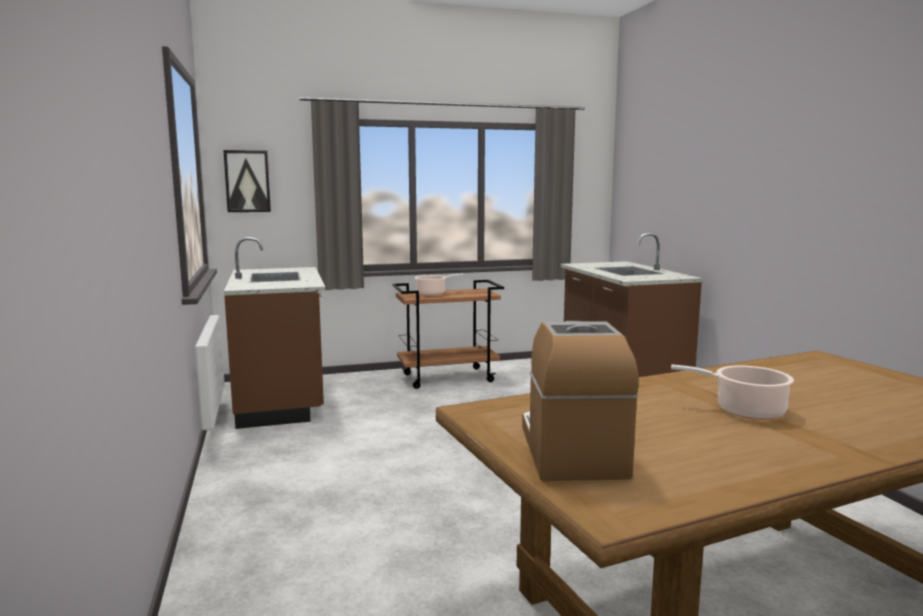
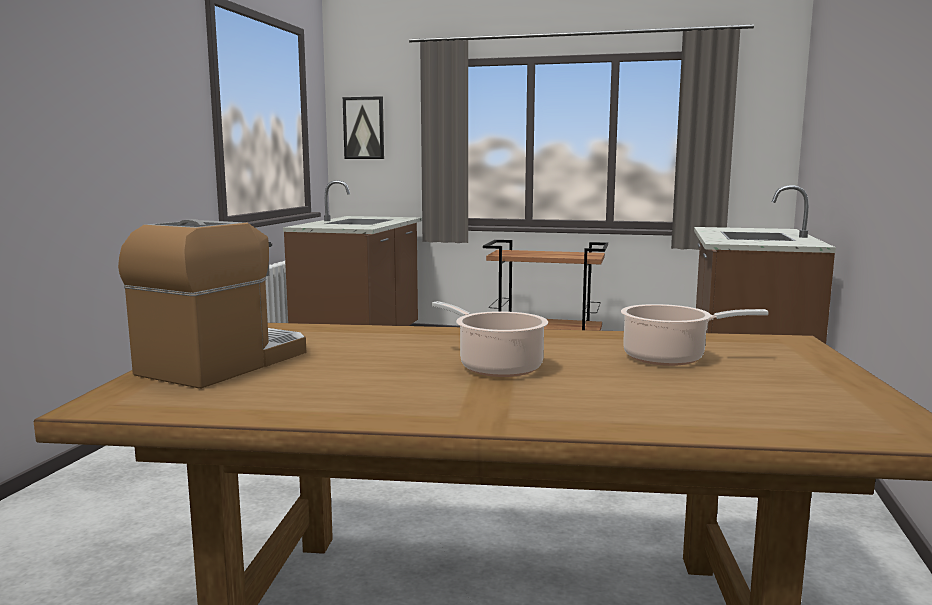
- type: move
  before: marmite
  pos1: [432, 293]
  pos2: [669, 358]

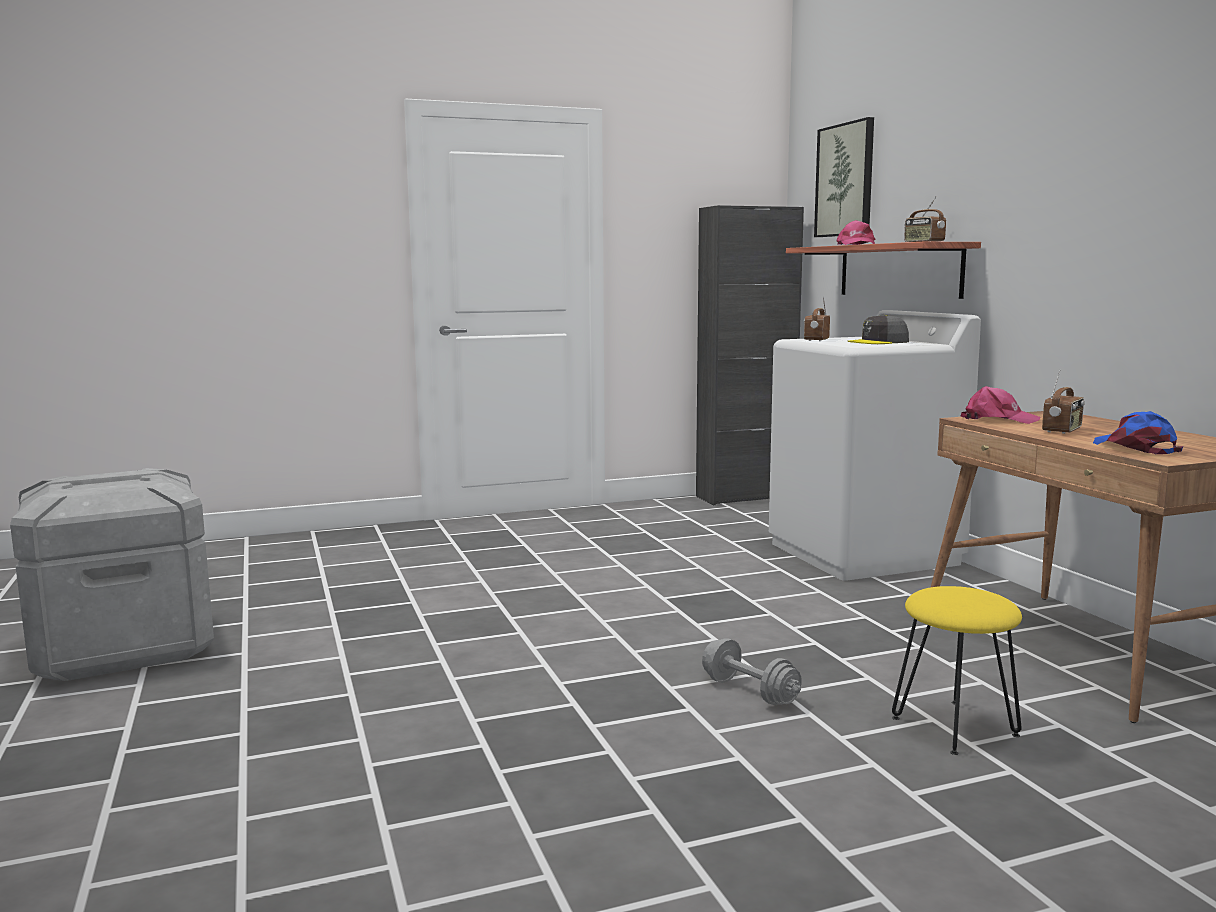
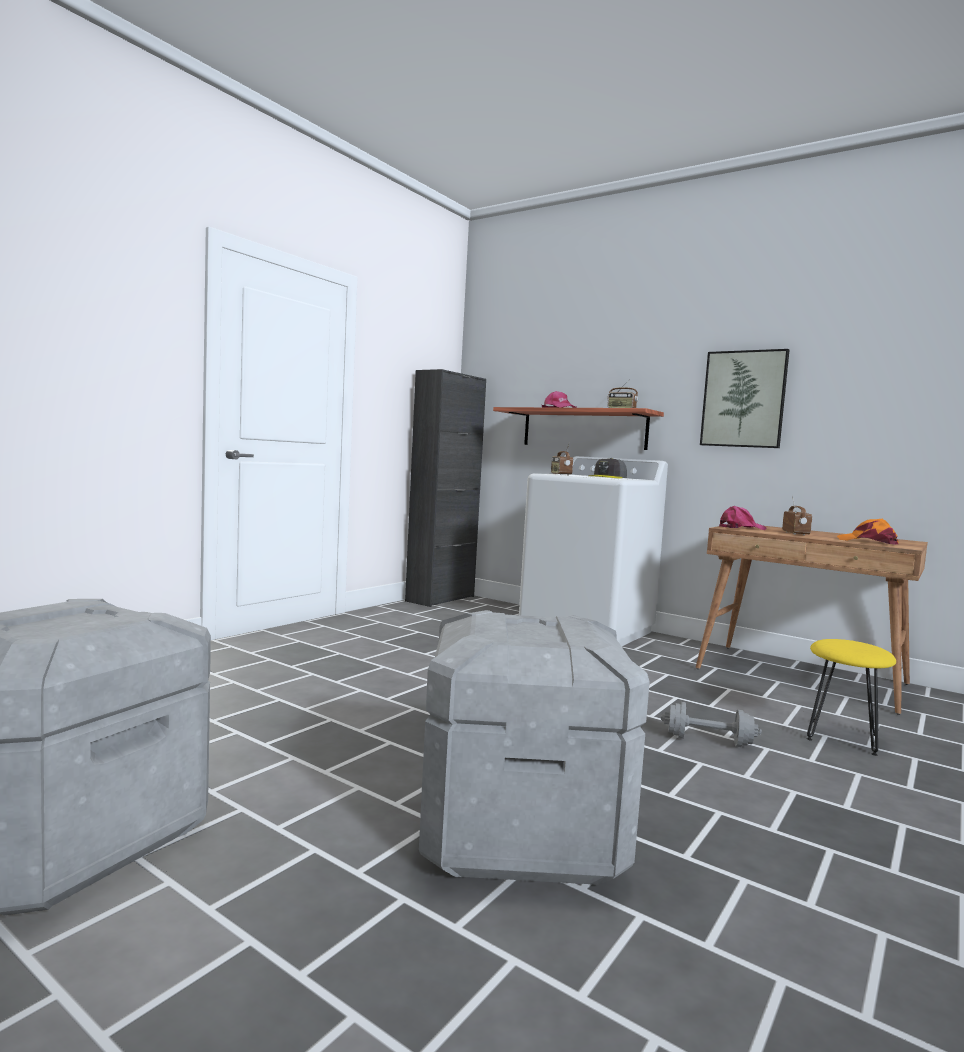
- type: move
  before: tableau
  pos1: [845, 180]
  pos2: [743, 399]
- type: recolor
  before: casquette/bleu
  after: casquette/orange
  pos1: [1135, 448]
  pos2: [868, 542]
- type: insert
  after: boîte de rangement/gris
  pos2: [519, 830]

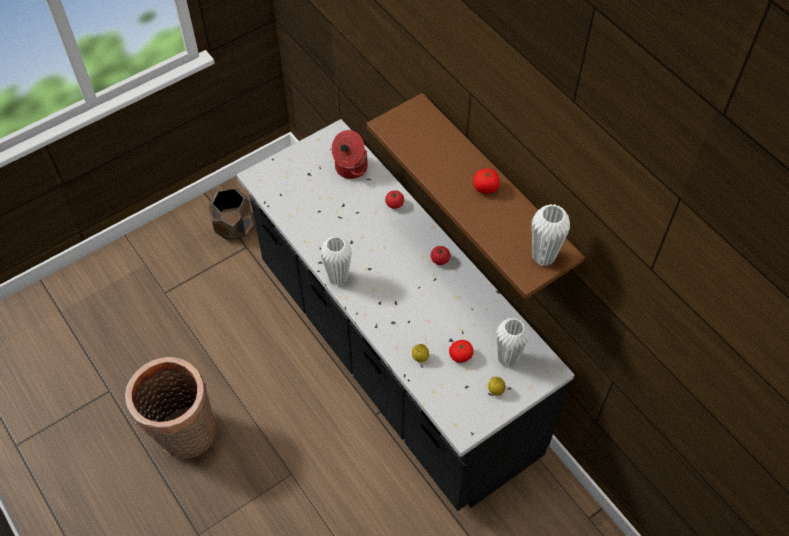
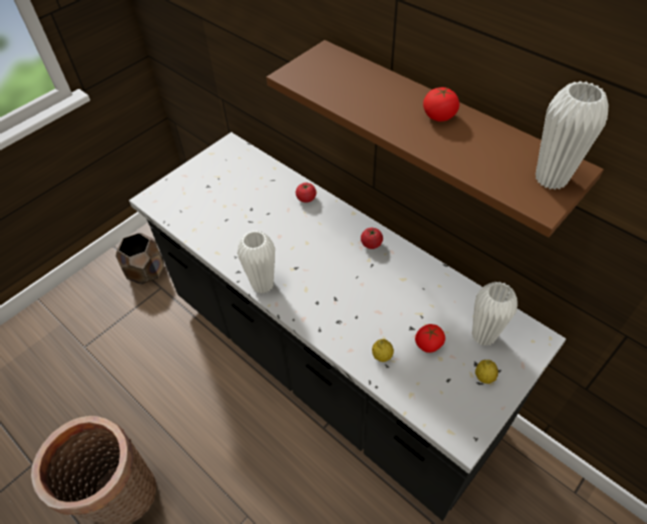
- type: delete
  before: marmite
  pos1: [350, 168]

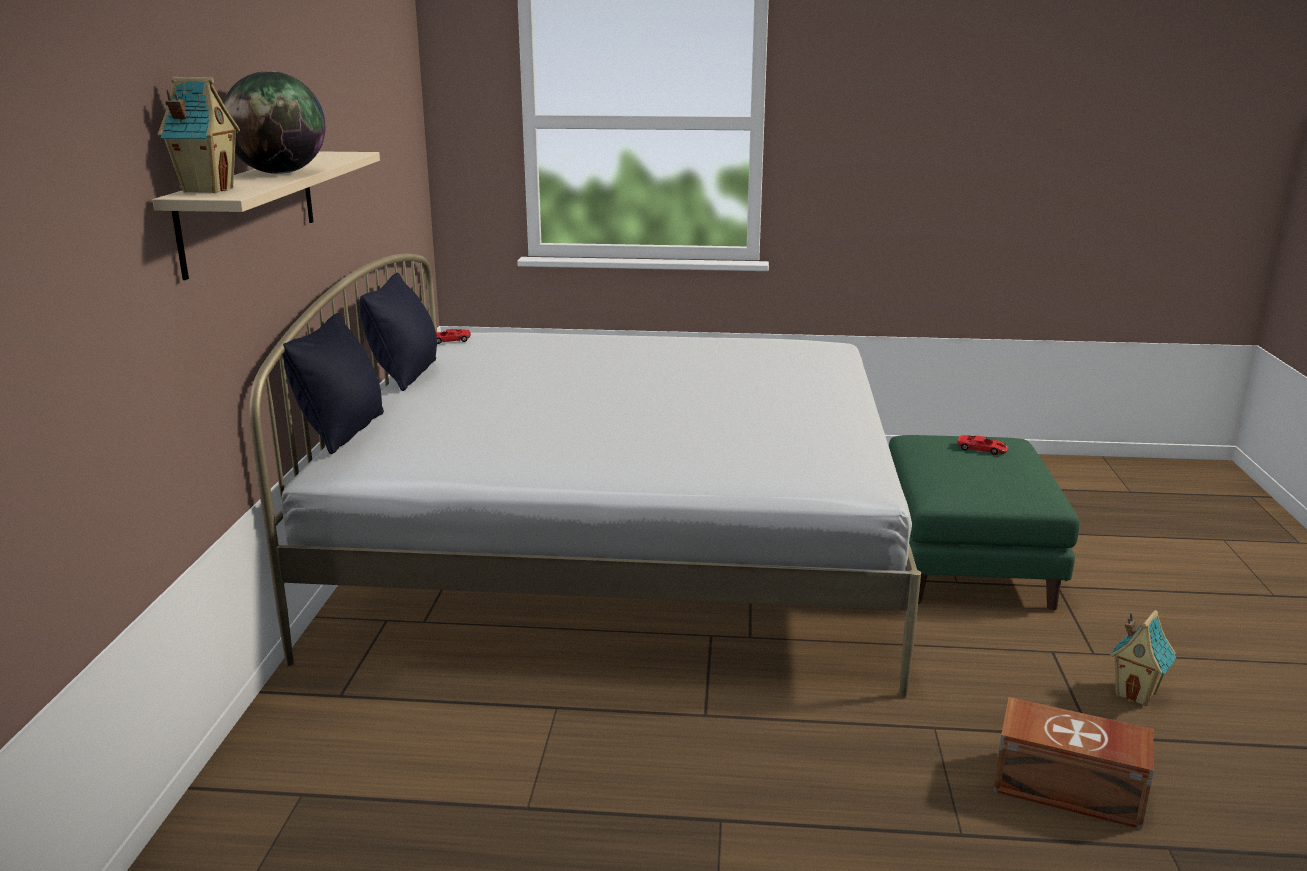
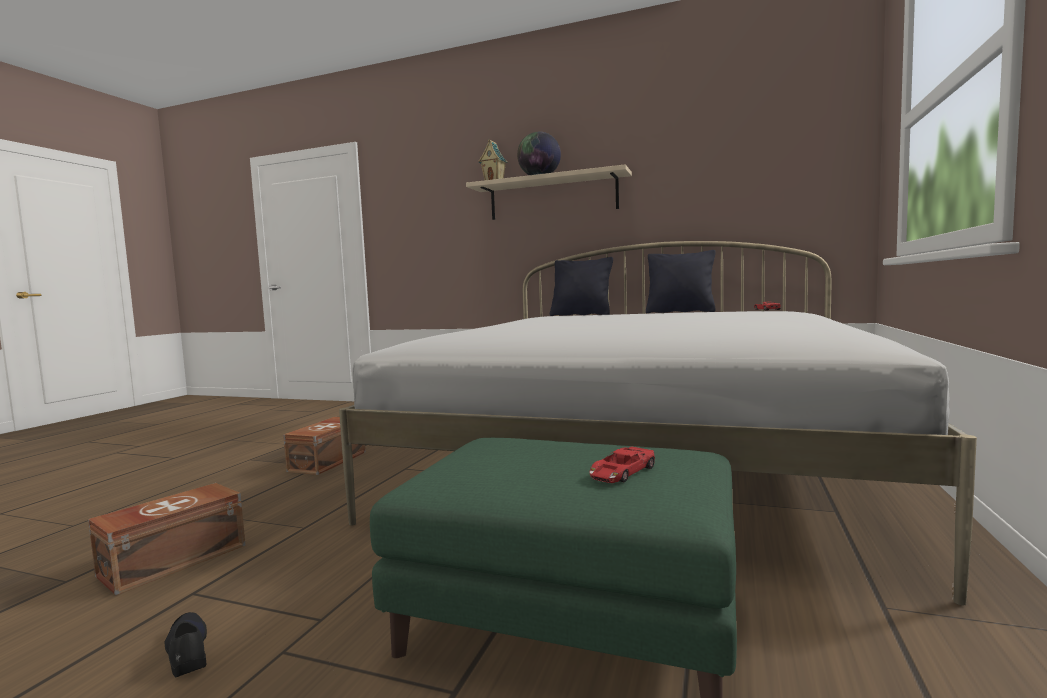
- type: replace
  before: maison miniature
  after: chaussure/noir
  pos1: [1136, 694]
  pos2: [187, 651]
- type: insert
  after: boîte de rangement/marron
  pos2: [329, 461]

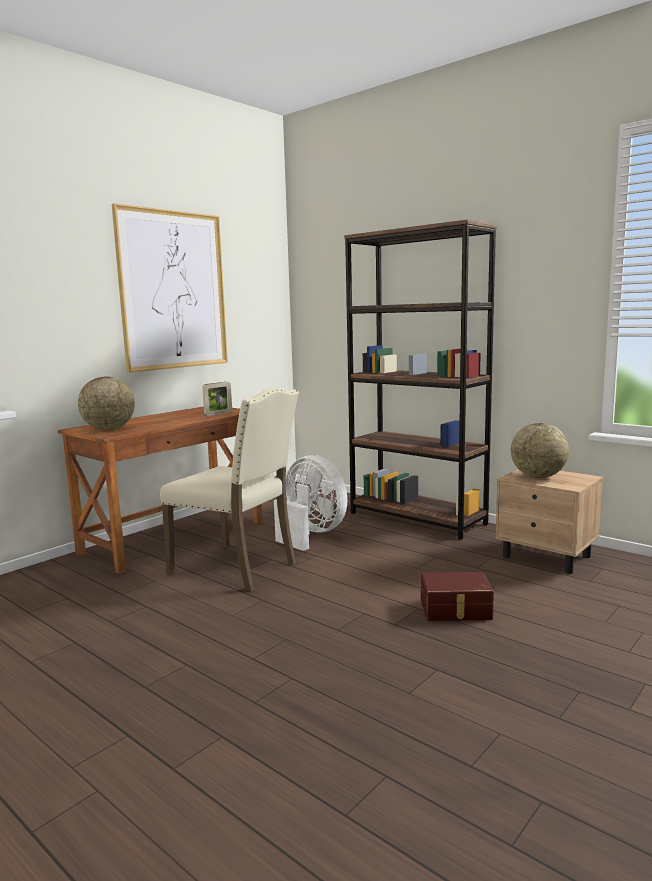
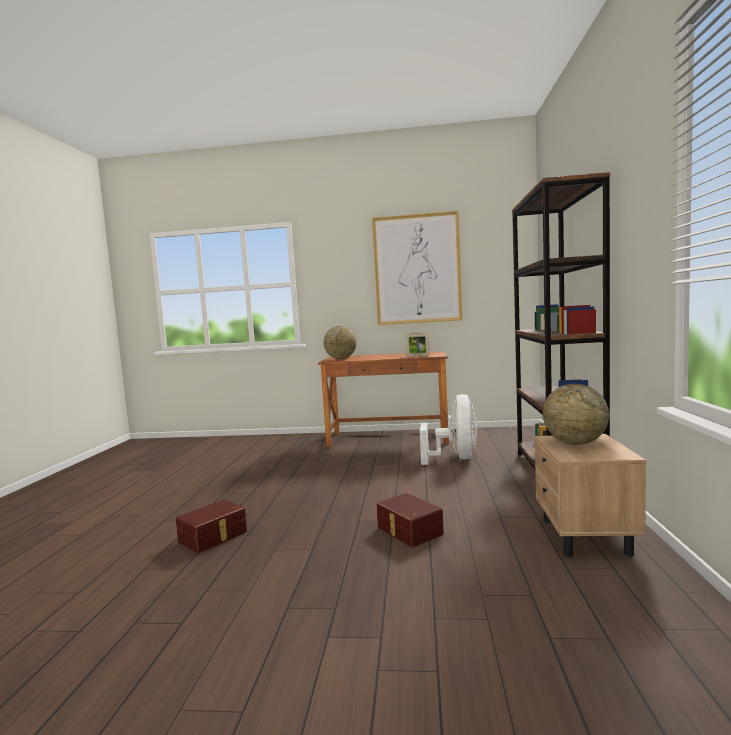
- type: delete
  before: chaise/beige
  pos1: [237, 568]
- type: insert
  after: boîte de rangement/marron
  pos2: [214, 537]

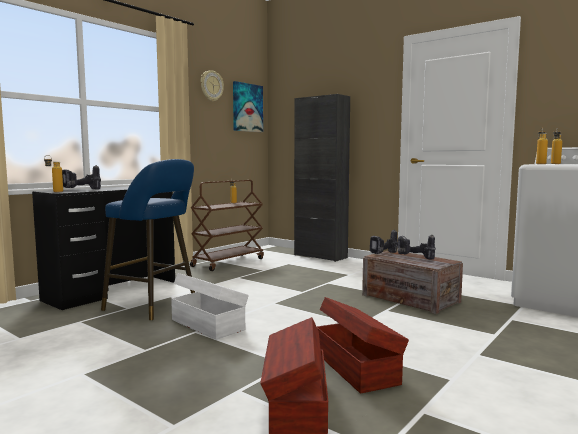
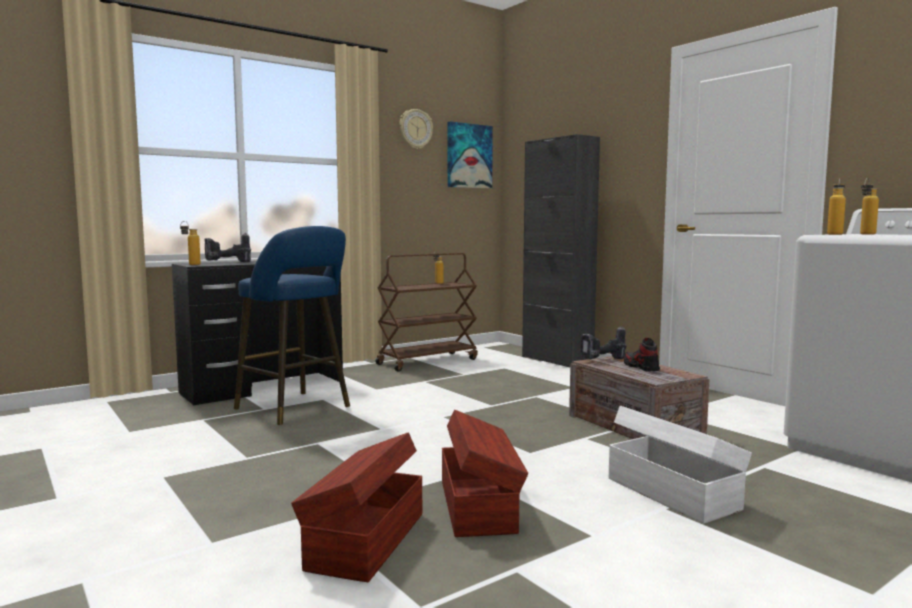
- type: replace
  before: perceuse
  after: chaussure
  pos1: [414, 257]
  pos2: [641, 367]
- type: move
  before: boîte de rangement/blanc
  pos1: [208, 324]
  pos2: [672, 493]

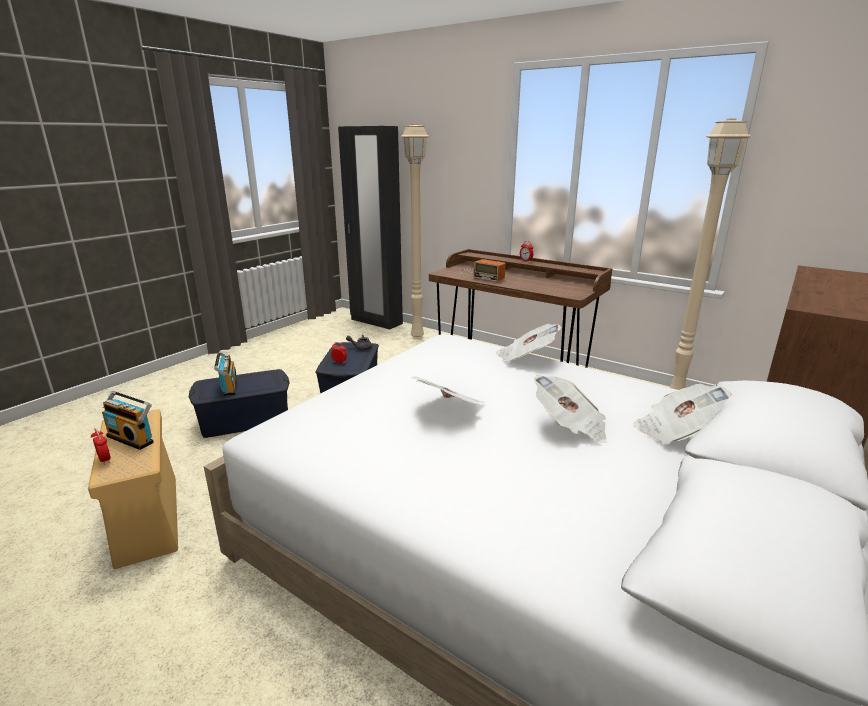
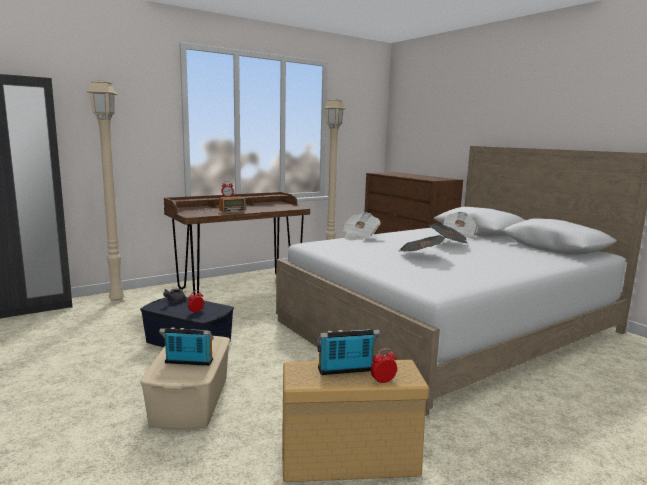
- type: recolor
  before: boîte de rangement/bleu
  after: boîte de rangement/beige
  pos1: [245, 419]
  pos2: [190, 400]
- type: rotate
  before: radio
  pos1: [132, 438]
  pos2: [346, 371]
  turn: -150

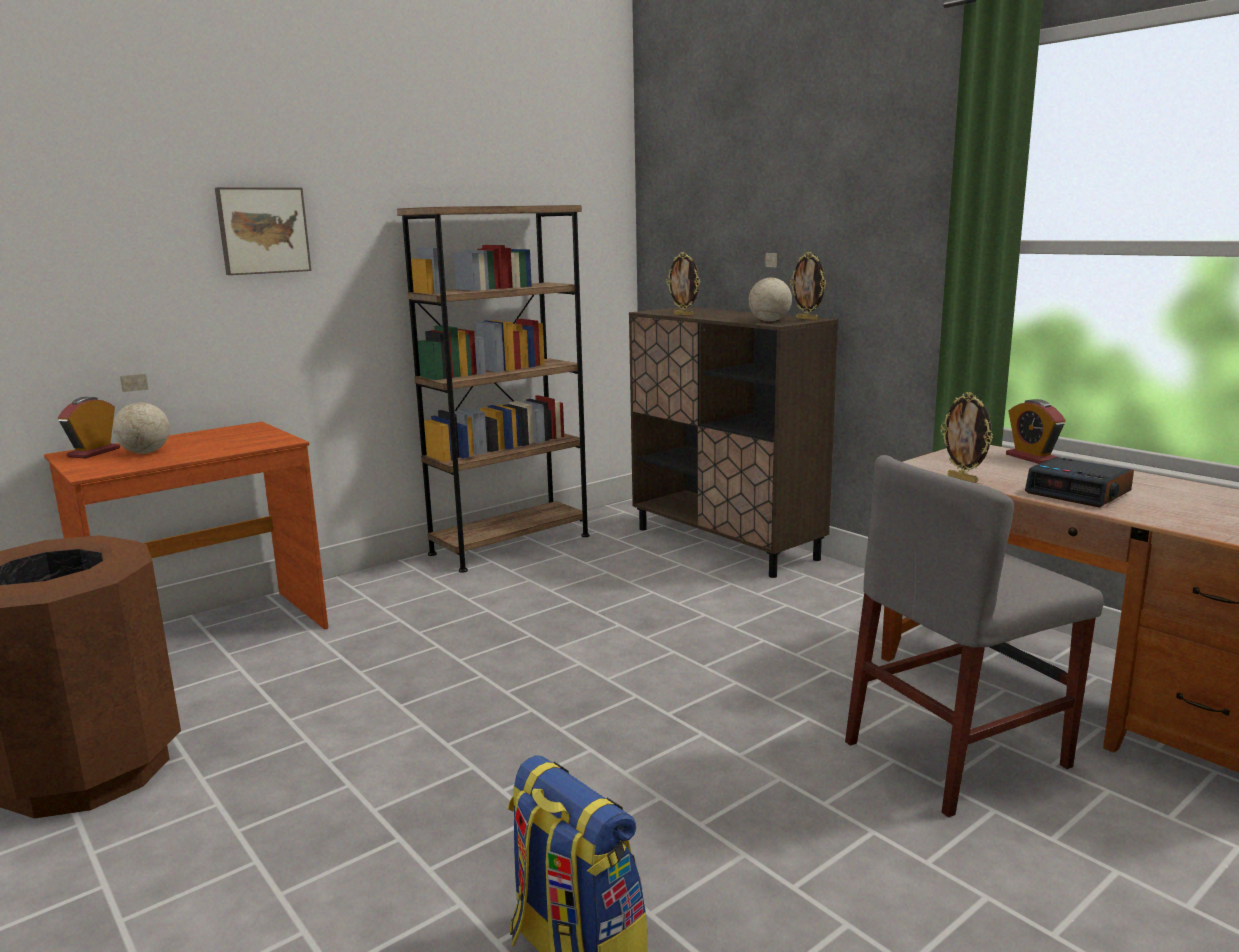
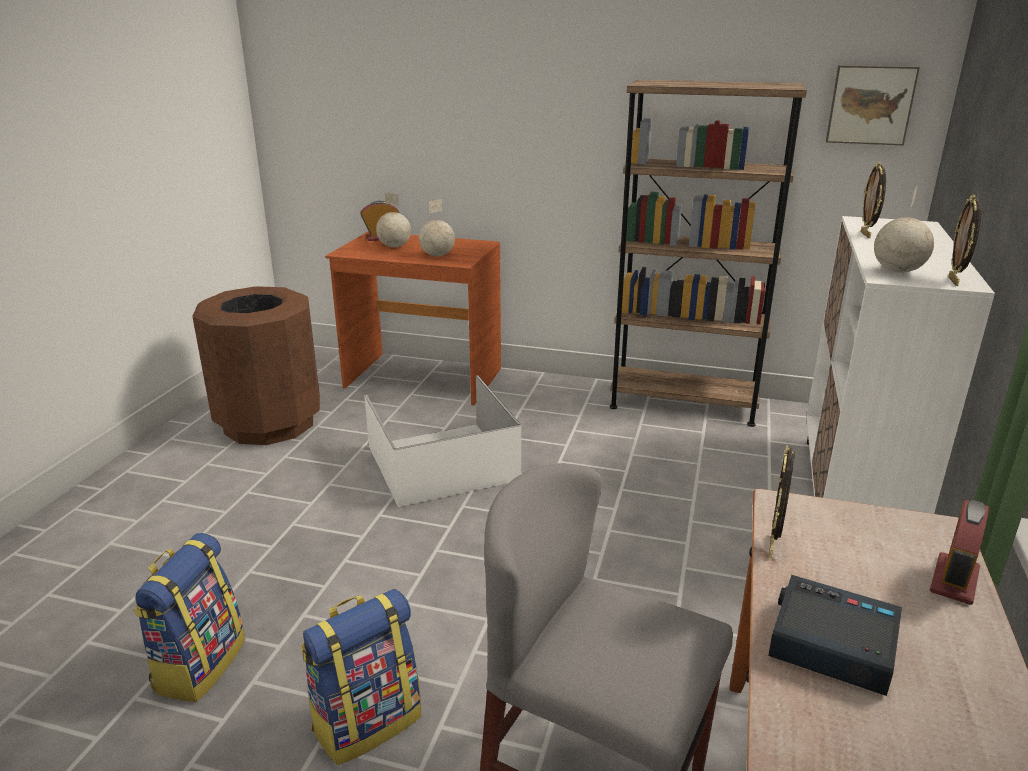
- type: move
  before: tableau
  pos1: [263, 230]
  pos2: [870, 104]
- type: recolor
  before: meuble de rangement/marron
  after: meuble de rangement/blanc
  pos1: [726, 544]
  pos2: [852, 497]
- type: rotate
  before: réveil
  pos1: [1079, 492]
  pos2: [830, 644]
  turn: 105
- type: insert
  after: globe
  pos2: [438, 255]
- type: insert
  after: boîte de rangement/blanc
  pos2: [444, 462]
- type: insert
  after: sac à dos
  pos2: [367, 721]

